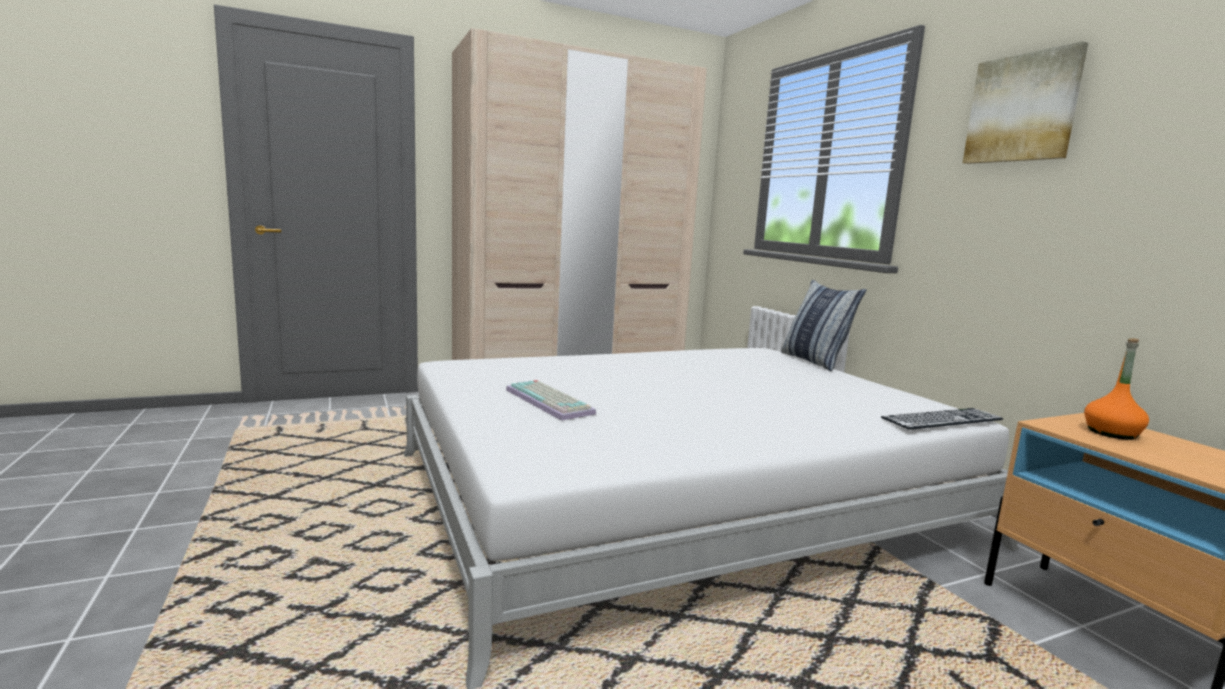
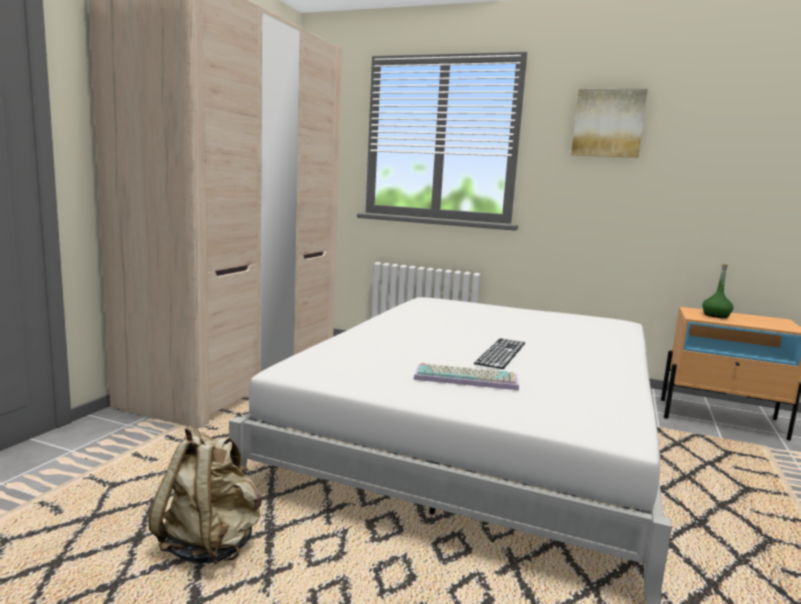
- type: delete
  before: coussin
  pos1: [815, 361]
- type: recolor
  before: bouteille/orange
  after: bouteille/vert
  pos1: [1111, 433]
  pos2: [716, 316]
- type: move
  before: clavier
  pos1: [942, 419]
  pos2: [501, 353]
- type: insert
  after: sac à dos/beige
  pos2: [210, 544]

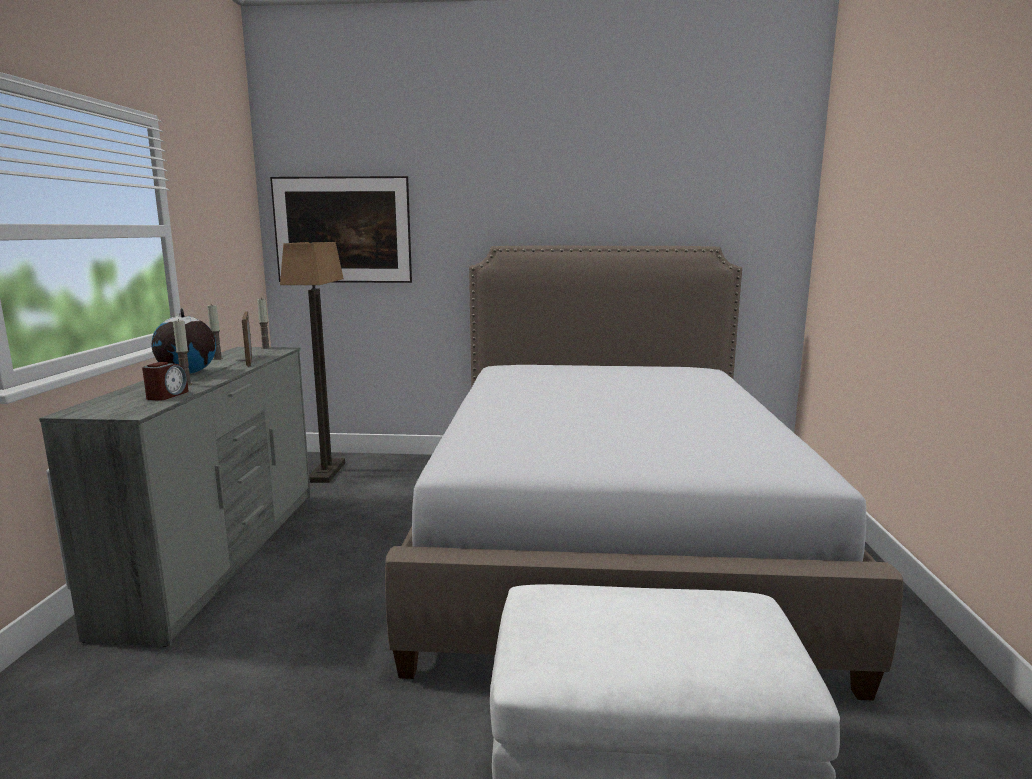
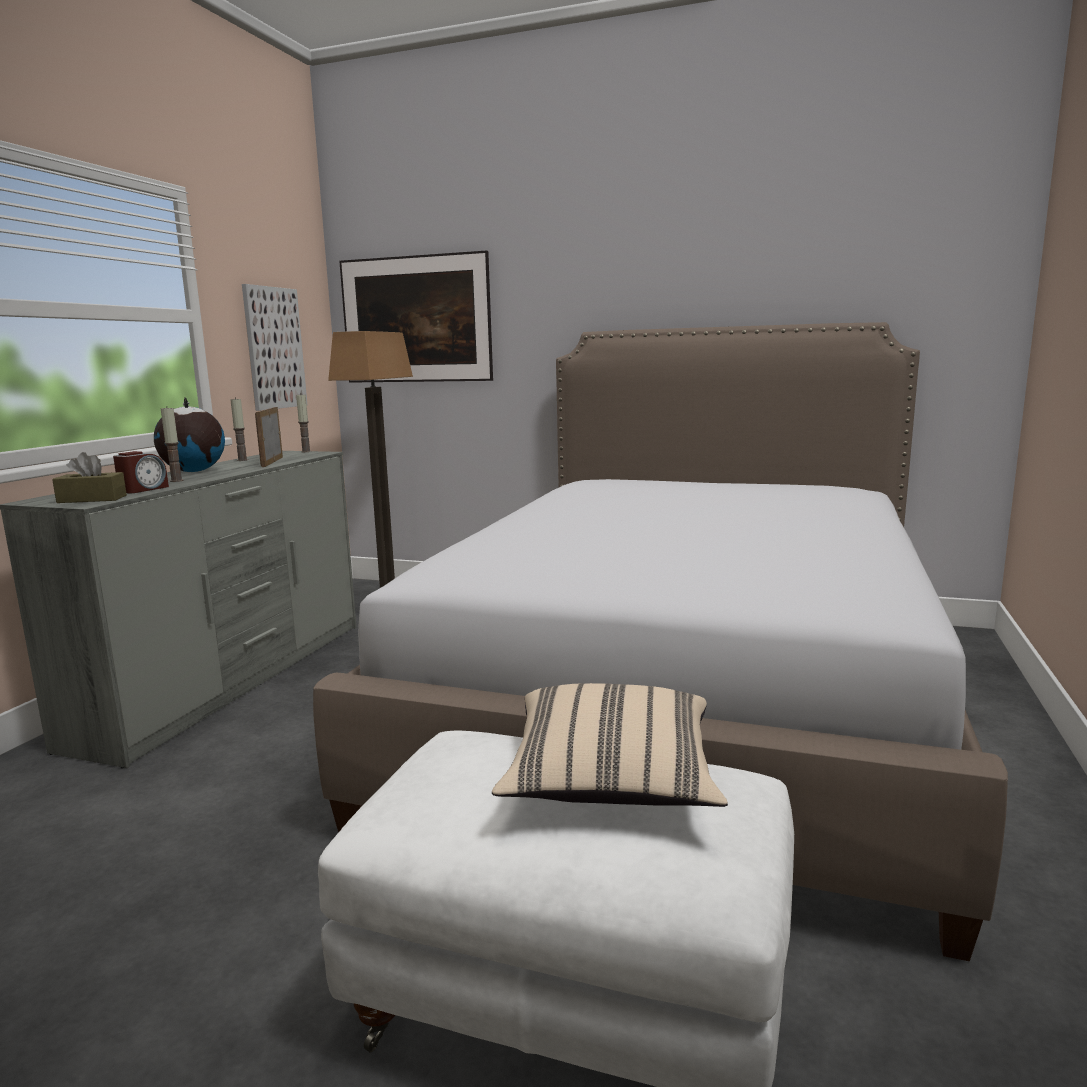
- type: insert
  after: tableau
  pos2: [274, 348]
- type: insert
  after: boîte à mouchoirs/marron
  pos2: [92, 499]
- type: insert
  after: coussin/beige
  pos2: [611, 782]

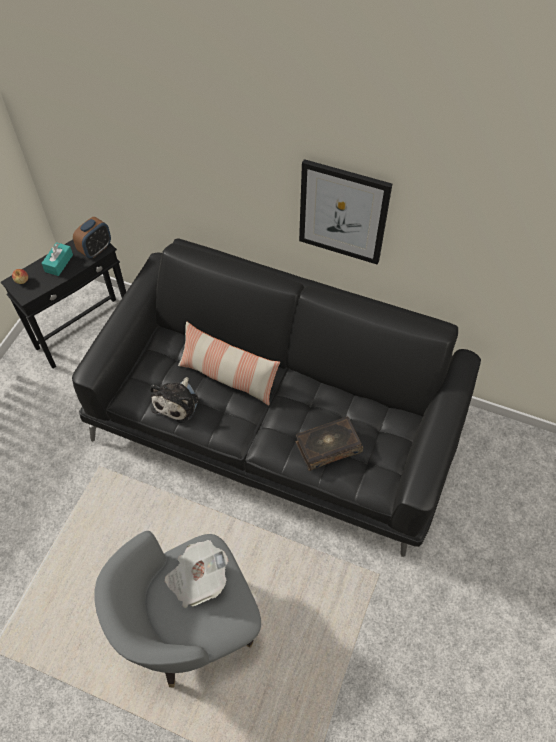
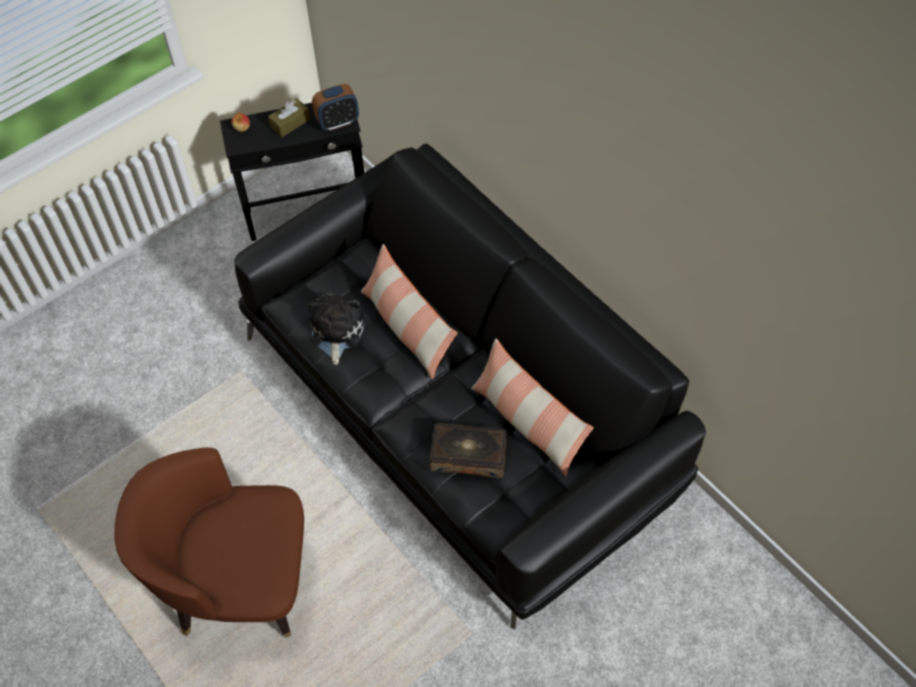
- type: delete
  before: tableau
  pos1: [343, 212]
- type: recolor
  before: boîte à mouchoirs/turquoise
  after: boîte à mouchoirs/marron
  pos1: [59, 263]
  pos2: [290, 123]
- type: rotate
  before: peluche
  pos1: [177, 402]
  pos2: [336, 332]
  turn: 135
- type: recolor
  before: fauteuil/gris
  after: fauteuil/marron
  pos1: [191, 627]
  pos2: [238, 585]
- type: delete
  before: journal
  pos1: [197, 579]
- type: insert
  after: coussin
  pos2: [528, 422]

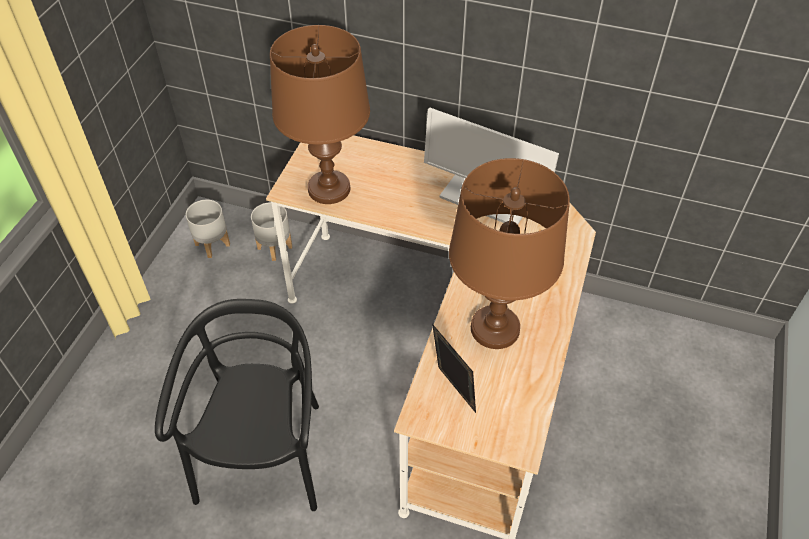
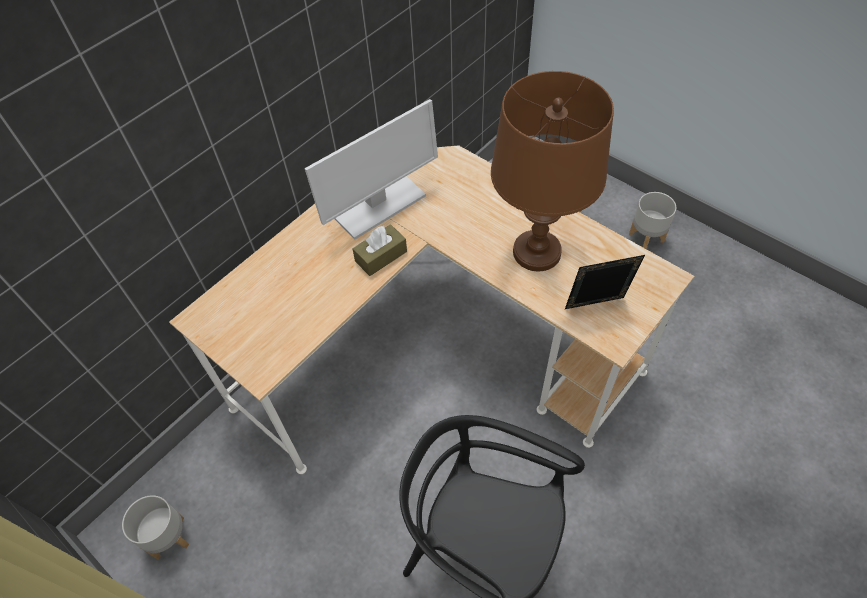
- type: delete
  before: lampe de table/marron
  pos1: [329, 189]
- type: move
  before: cache-pot/gris
  pos1: [275, 247]
  pos2: [646, 237]
- type: insert
  after: boîte à mouchoirs/marron
  pos2: [381, 256]

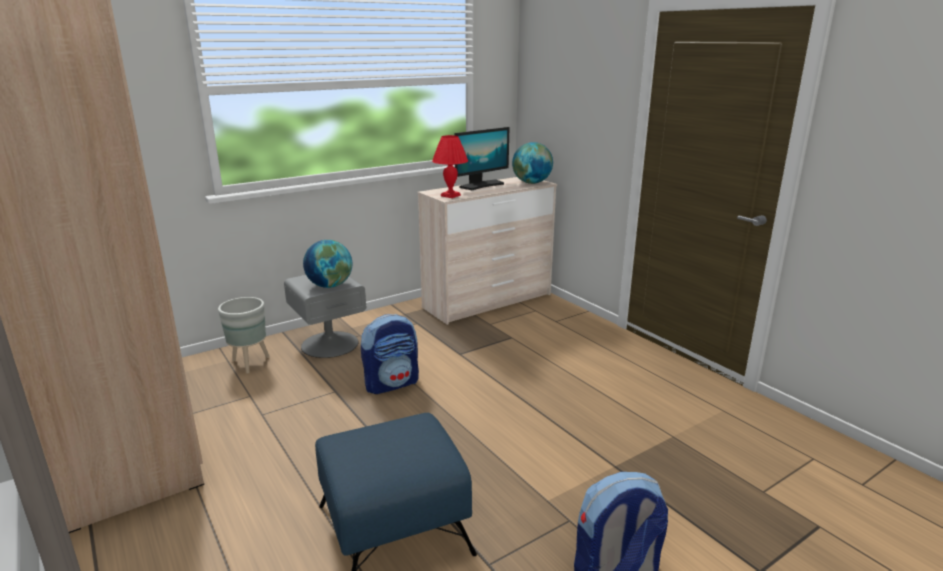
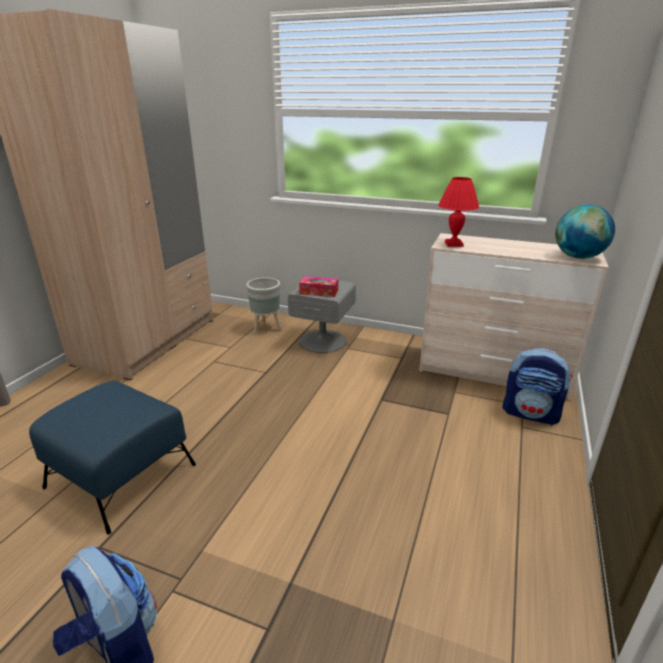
- type: delete
  before: écran d'ordinateur
  pos1: [481, 185]
- type: replace
  before: globe
  after: boîte à mouchoirs
  pos1: [330, 285]
  pos2: [319, 292]
- type: move
  before: sac à dos
  pos1: [392, 383]
  pos2: [531, 413]

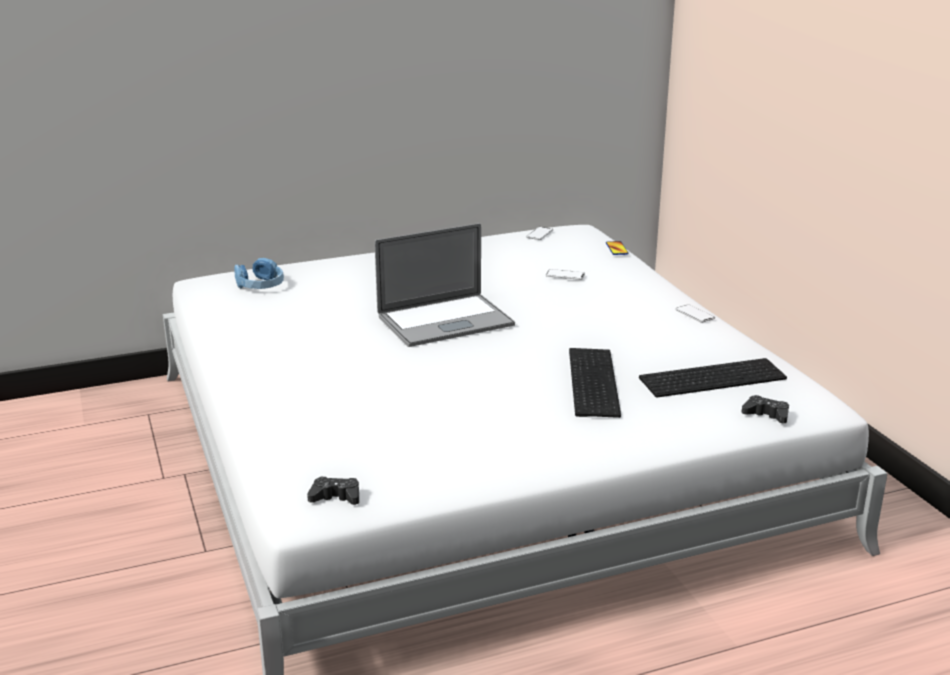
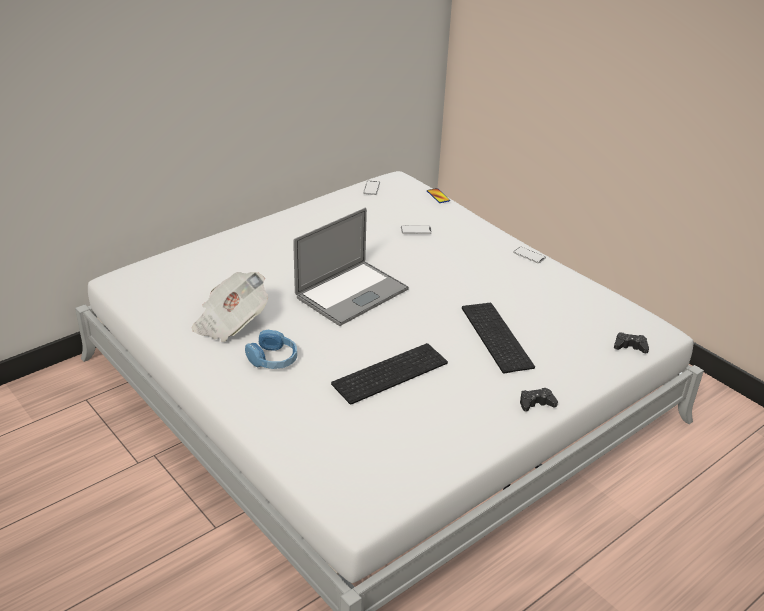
- type: move
  before: casque audio/bleu
  pos1: [260, 285]
  pos2: [273, 359]
- type: move
  before: clavier
  pos1: [712, 377]
  pos2: [390, 372]
- type: move
  before: manette/noir
  pos1: [336, 497]
  pos2: [536, 403]
- type: insert
  after: journal
  pos2: [230, 323]

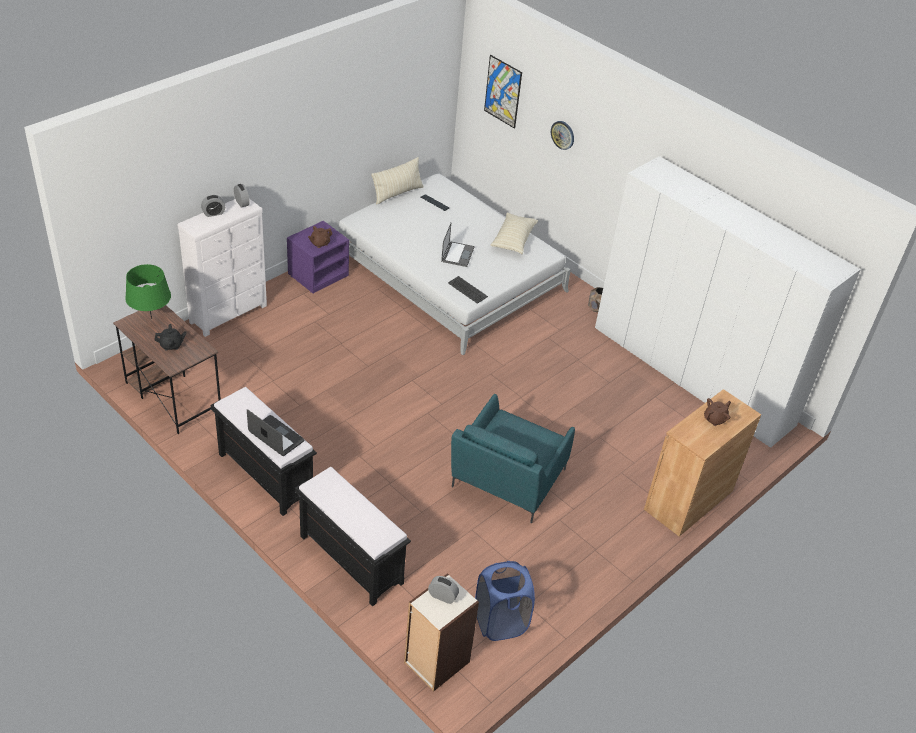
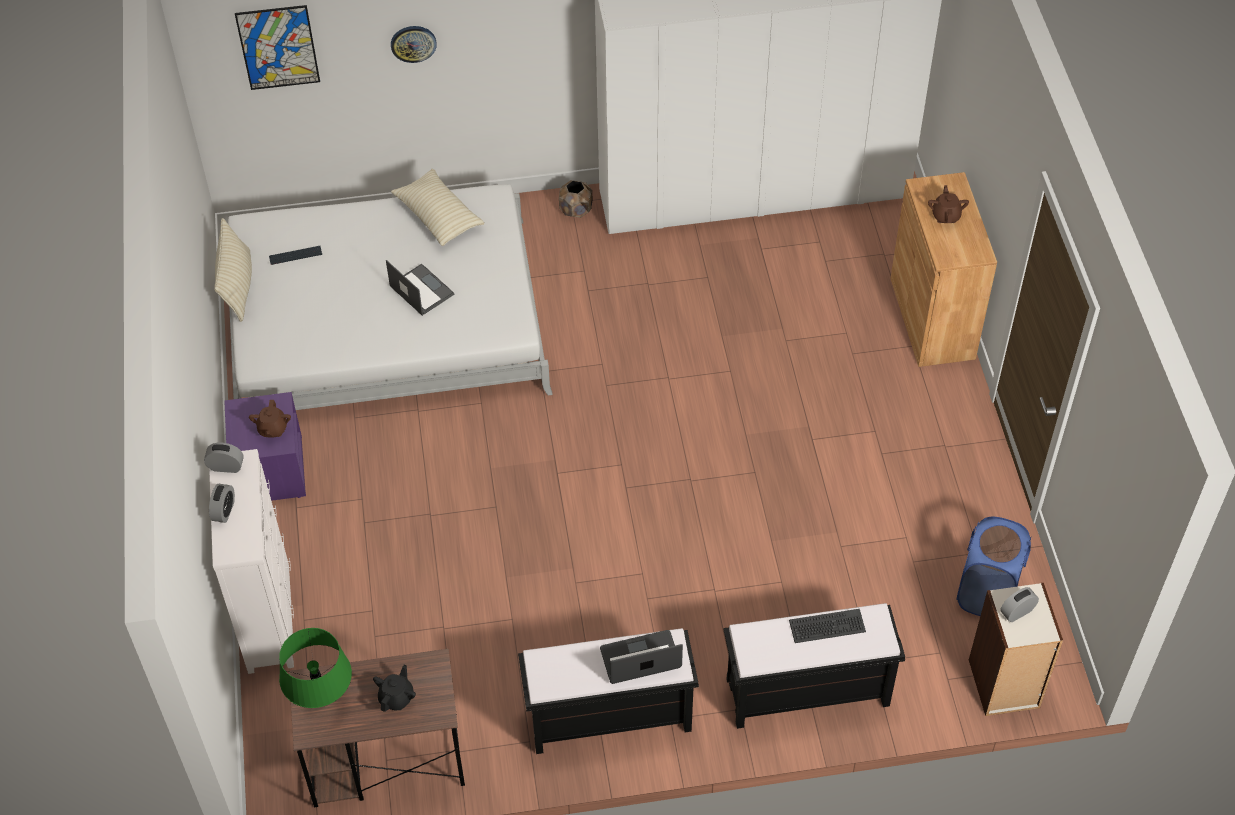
- type: move
  before: clavier
  pos1: [467, 290]
  pos2: [827, 627]
- type: delete
  before: fauteuil/turquoise
  pos1: [506, 481]

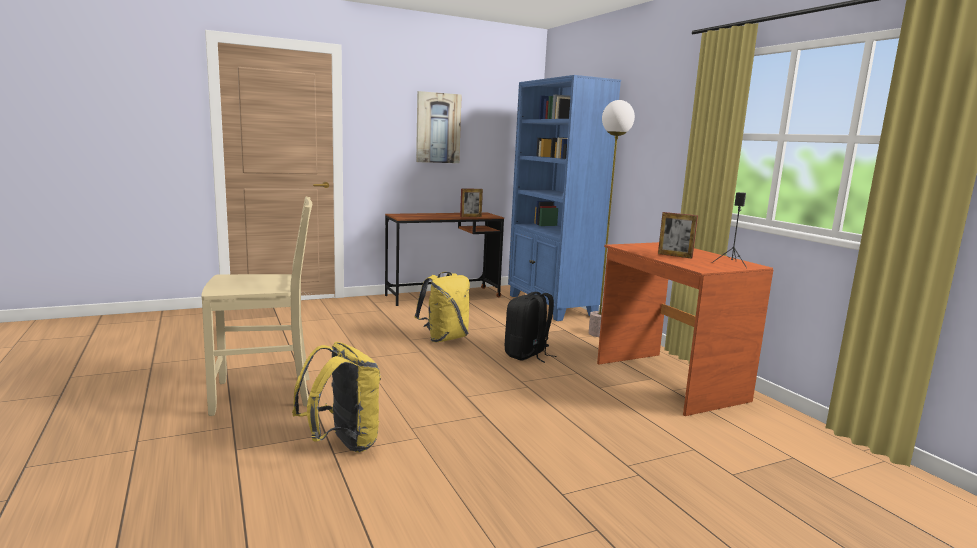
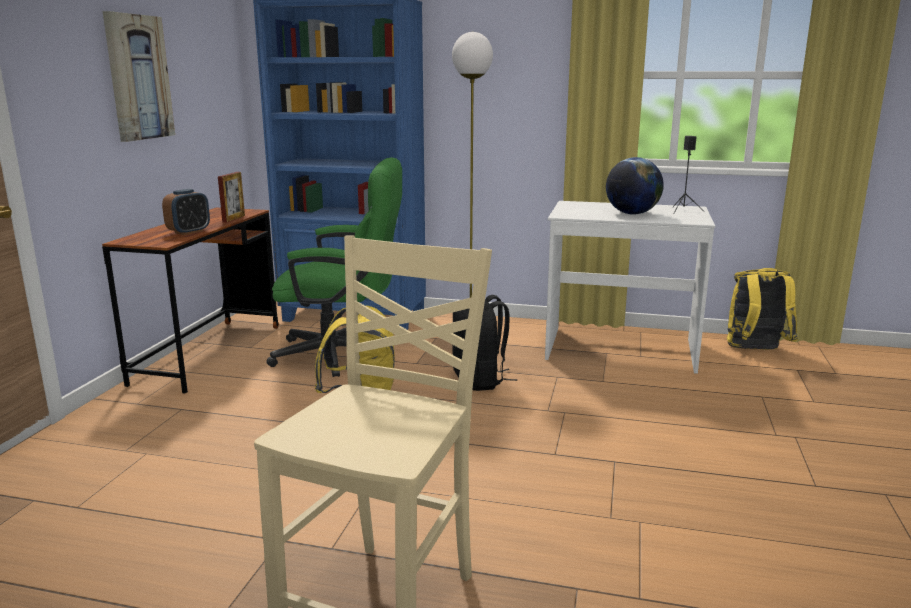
- type: replace
  before: cadre photo
  after: globe
  pos1: [675, 255]
  pos2: [632, 214]
- type: recolor
  before: bureau/marron
  after: bureau/blanc
  pos1: [668, 381]
  pos2: [620, 350]
- type: move
  before: sac à dos/jaune
  pos1: [342, 443]
  pos2: [755, 350]
- type: insert
  after: chaise de bureau/vert
  pos2: [343, 355]
- type: insert
  after: réveil
  pos2: [189, 232]

